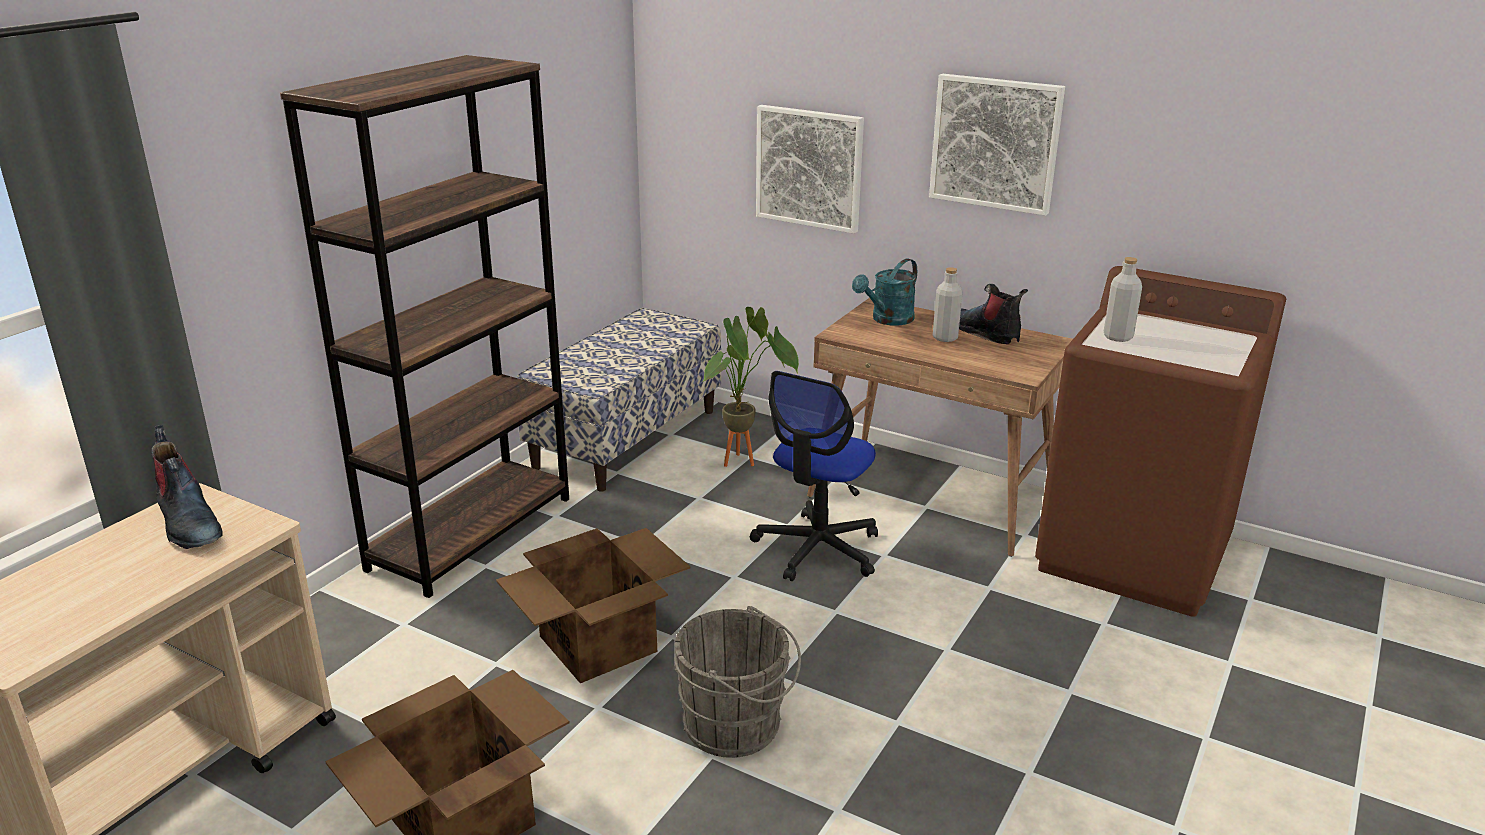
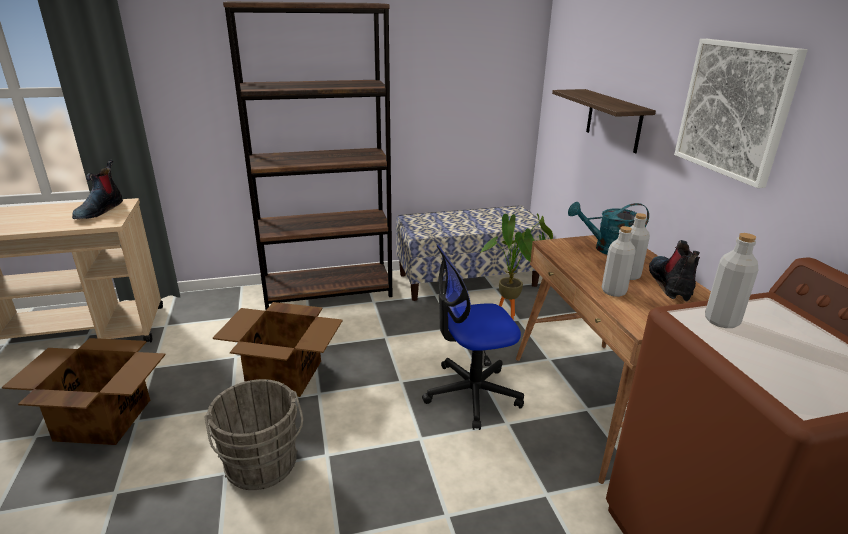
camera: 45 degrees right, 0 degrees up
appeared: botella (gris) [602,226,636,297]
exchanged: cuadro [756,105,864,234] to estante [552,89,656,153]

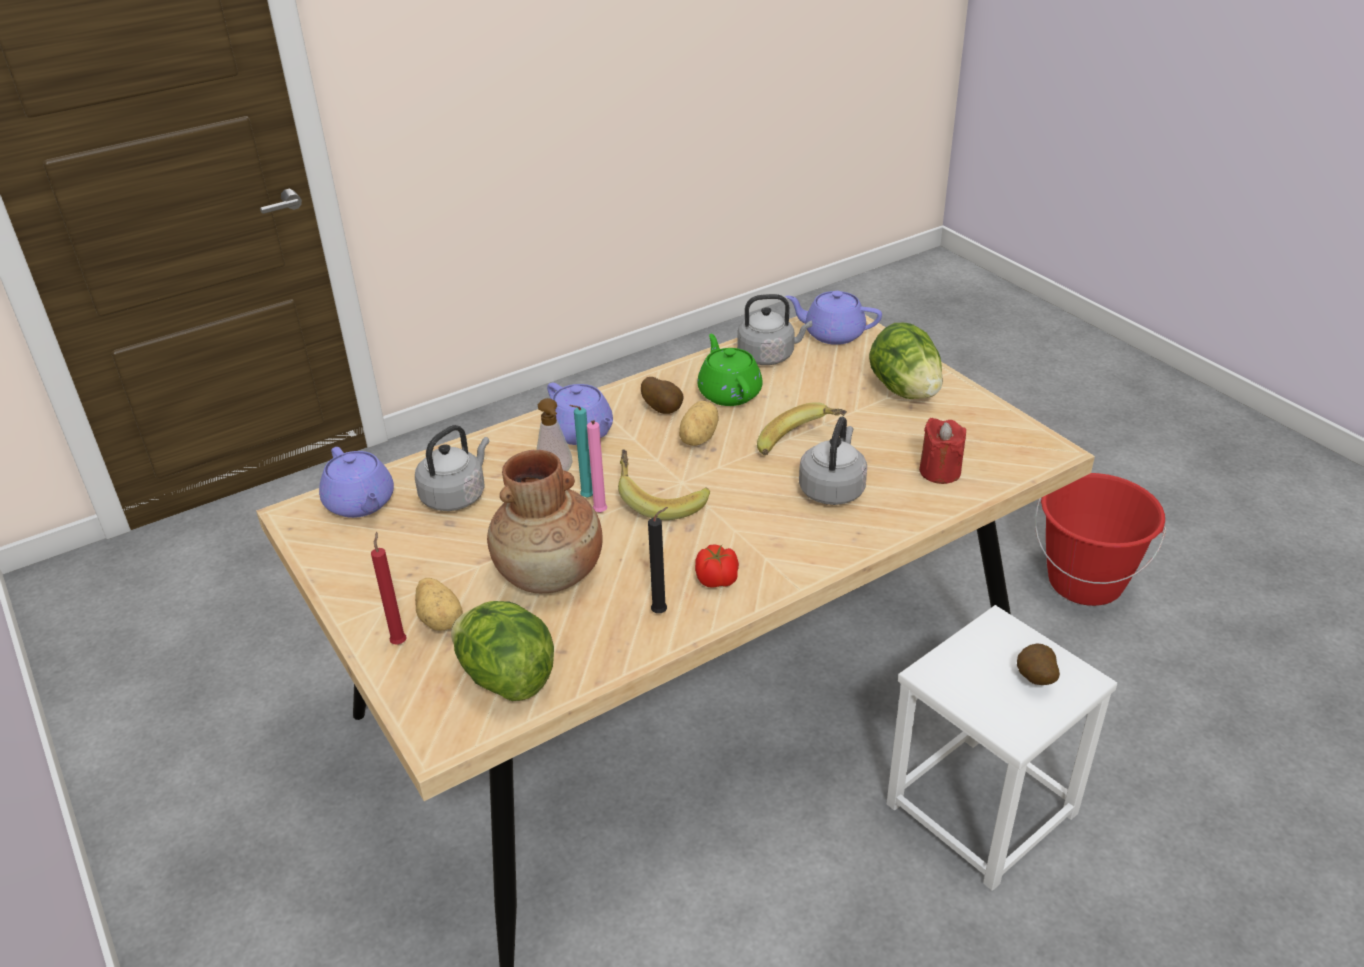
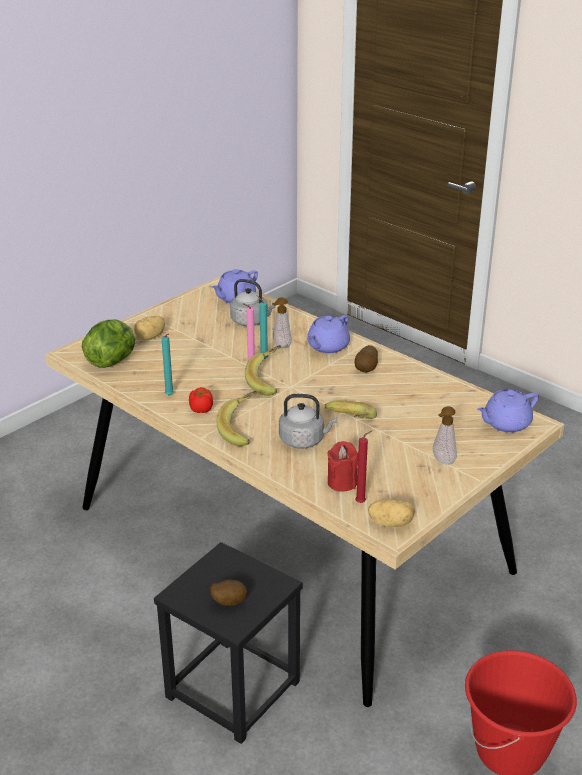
camera: 75 degrees right, 5 degrees down
missing: hervidor (gris) [737,294,812,365]; tetera (verde) [697,334,762,406]; florero (marrón) [487,450,603,593]
appeared: plátano [217,391,257,446]
relocated: patata [679,401,719,446] to [368,499,415,527]; vela (rojo) [371,532,406,645] to [355,431,372,503]
exchanged: lechuga [869,323,943,399] to dispensador de jabón [433,406,457,465]
colour: vela (negro) [648,507,668,613] to vela (turquesa) [161,334,174,396]; taburete (blanco) [886,605,1117,891] to taburete (negro) [154,542,303,744]
spun: tetera (morado) [785,291,882,345] = [477,389,539,433] 120 degrees counterclockwise

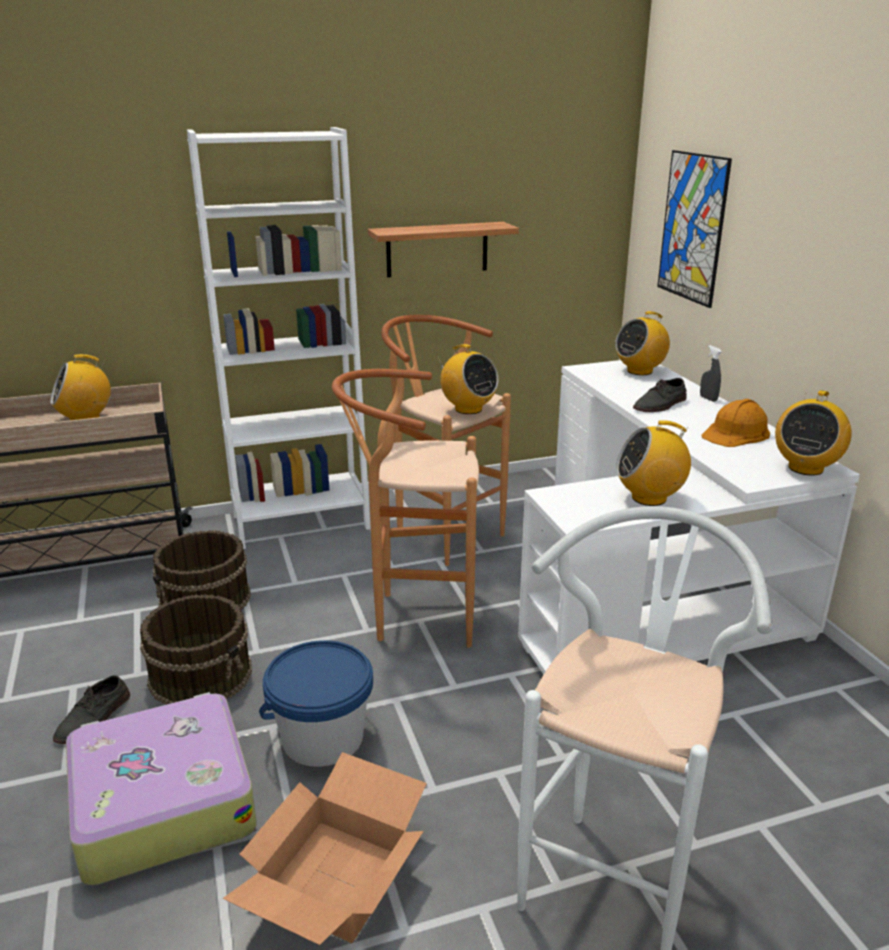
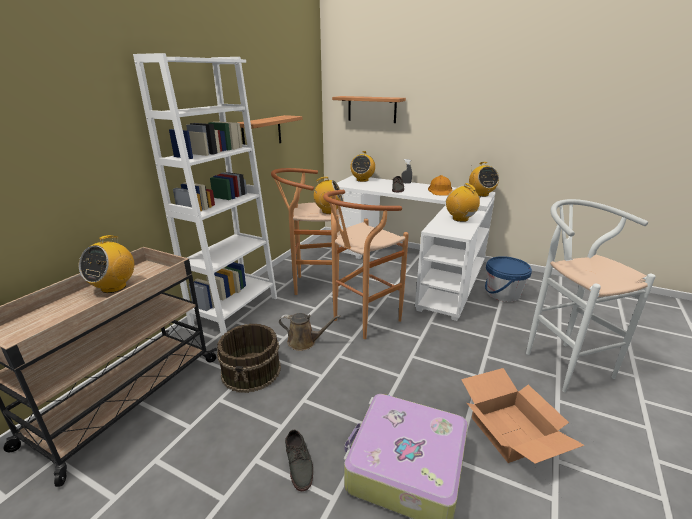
camera: 45 degrees left, 0 degrees up
missing: cubo (marrón) [140,594,252,705]
appeared: regadera (marrón) [279,313,340,351]
relocated: cubo (azul) [259,640,373,767] to [485,256,532,302]
exchanged: cuadro [657,150,732,308] to estante [332,96,406,123]
spun: radio [616,420,691,506] = [446,183,485,222] 105 degrees clockwise

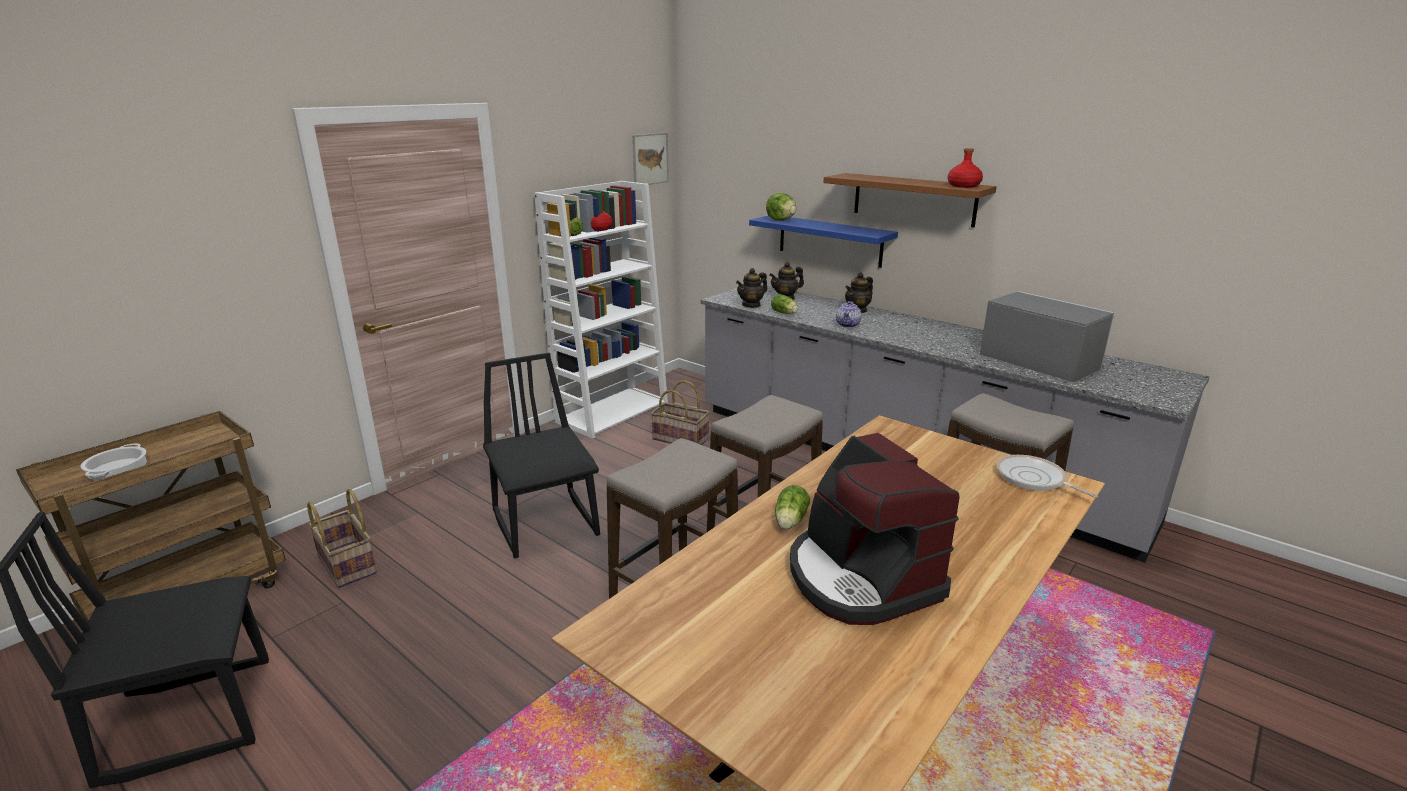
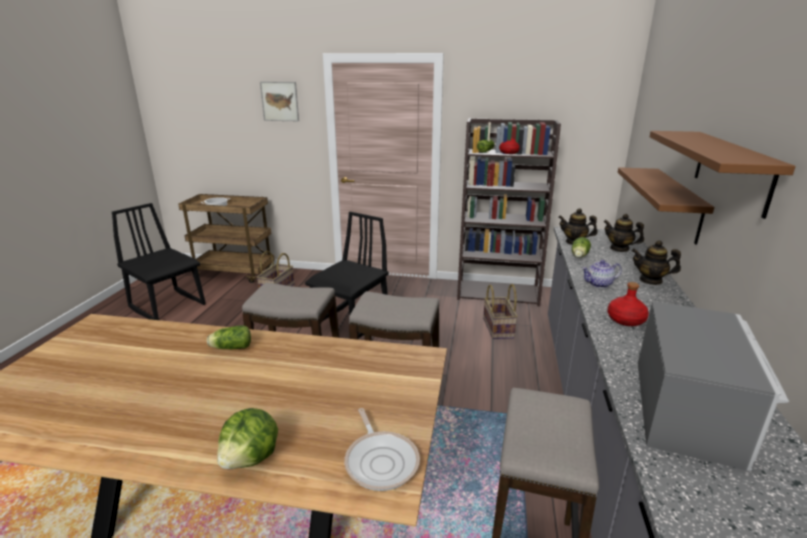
camera: 60 degrees right, 0 degrees up
missing: cafetera [790,433,960,625]
relocated: cuadro [632,133,669,185] to [260,82,299,121]; botella (rojo) [948,148,983,188] to [607,282,649,326]; lechuga [766,193,796,221] to [217,408,278,469]
colour: estantería (blanco) [534,181,668,439] to estantería (marrón) [457,118,561,306]; estante (azul) [749,216,898,268] to estante (marrón) [618,167,714,245]
spun: sartén [997,455,1098,498] = [344,408,420,491] 135 degrees clockwise

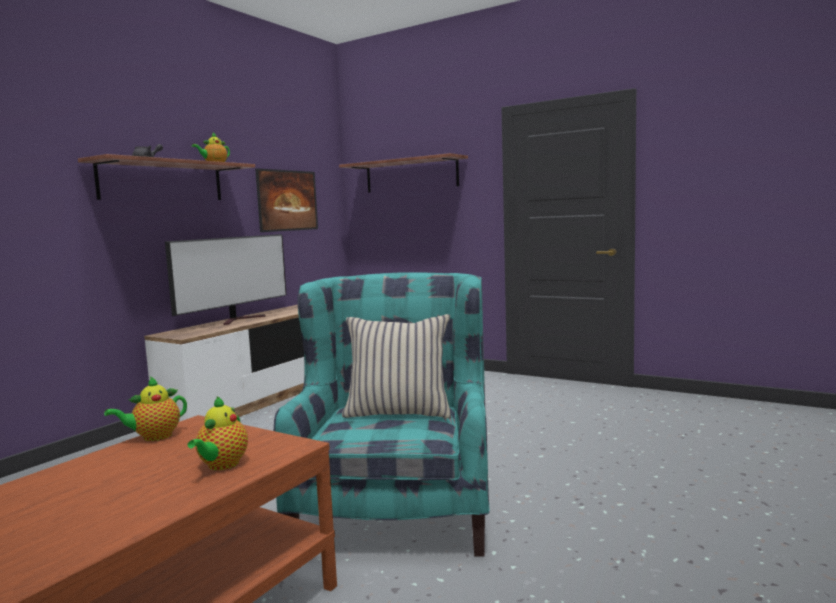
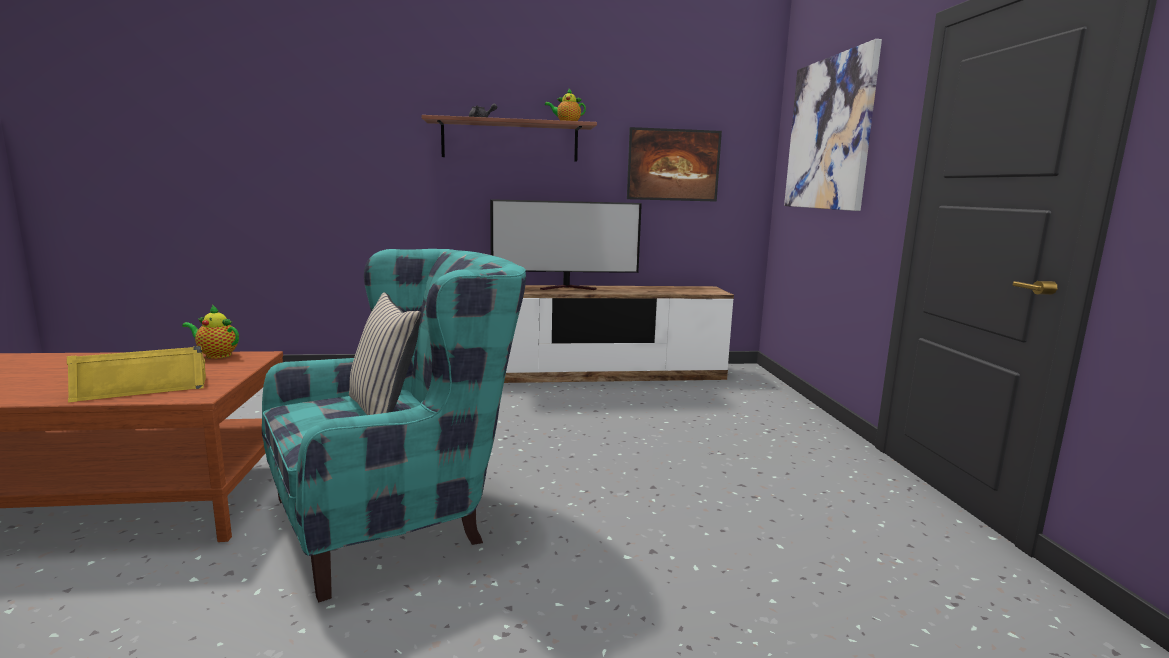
camera: 50 degrees right, 5 degrees up
exchanged: estante [339,153,468,193] to cuadro [784,39,882,211]; tetera [187,396,248,470] to altavoz (amarillo) [67,346,206,403]

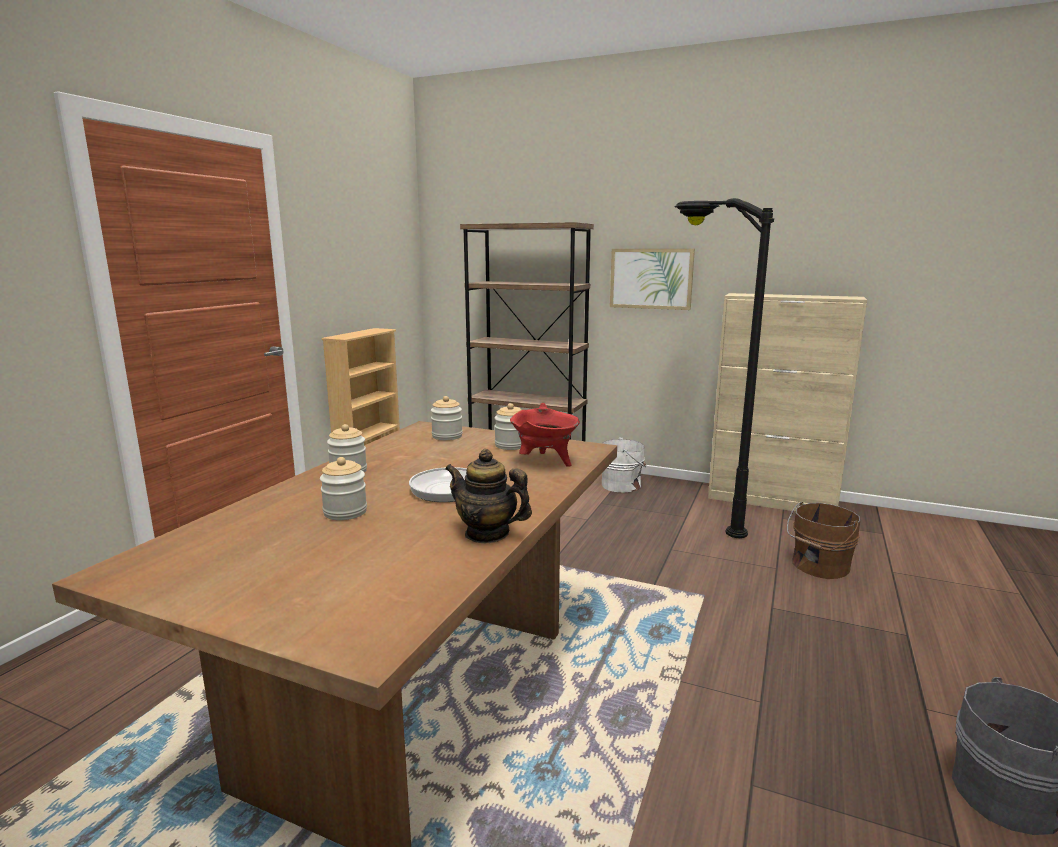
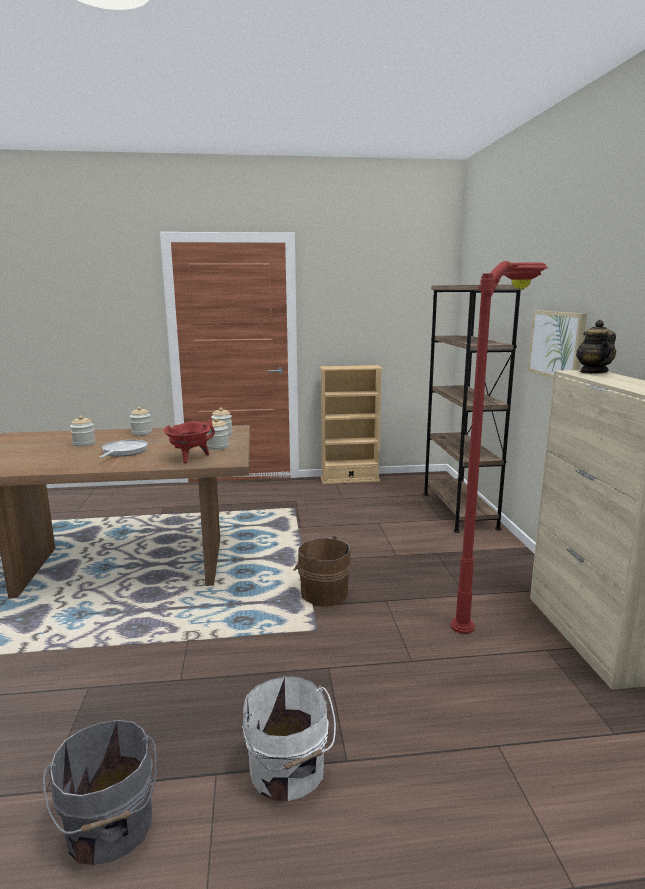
camera: 60 degrees right, 0 degrees up
relocated: cubo (blanco) [602,437,646,492] to [242,676,336,801]; tetera [445,449,532,543] to [576,320,616,374]; cubo (marrón) [787,502,860,579] to [293,536,351,607]
colour: lámpara de pie (negro) [675,198,774,538] to lámpara de pie (rojo) [451,261,548,634]

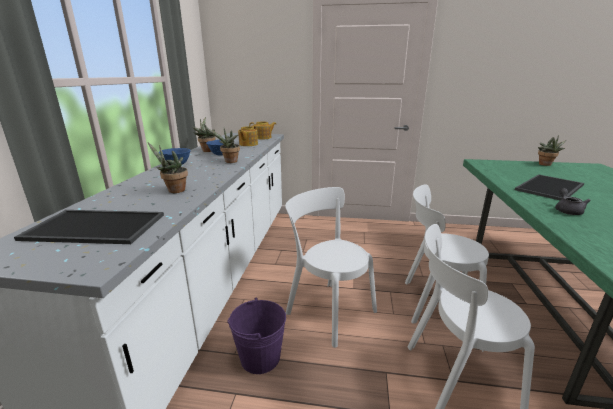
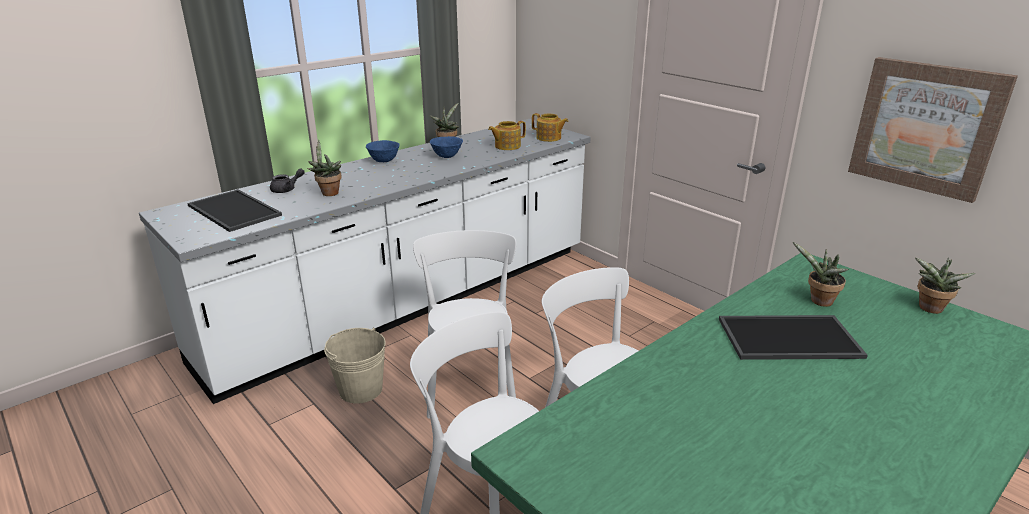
camera: 40 degrees right, 5 degrees up
appeared: cuadro [848,57,1018,203]
relocated: planta en maceta [205,128,240,163] to [793,242,849,307]; tetera (gris) [555,188,591,215] to [270,168,305,193]
colour: cubo (morado) [227,298,286,374] to cubo (beis) [324,328,386,404]

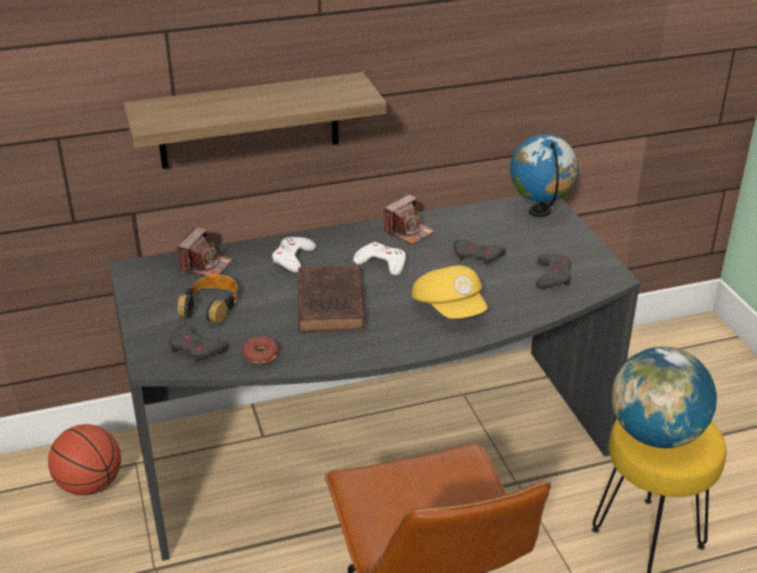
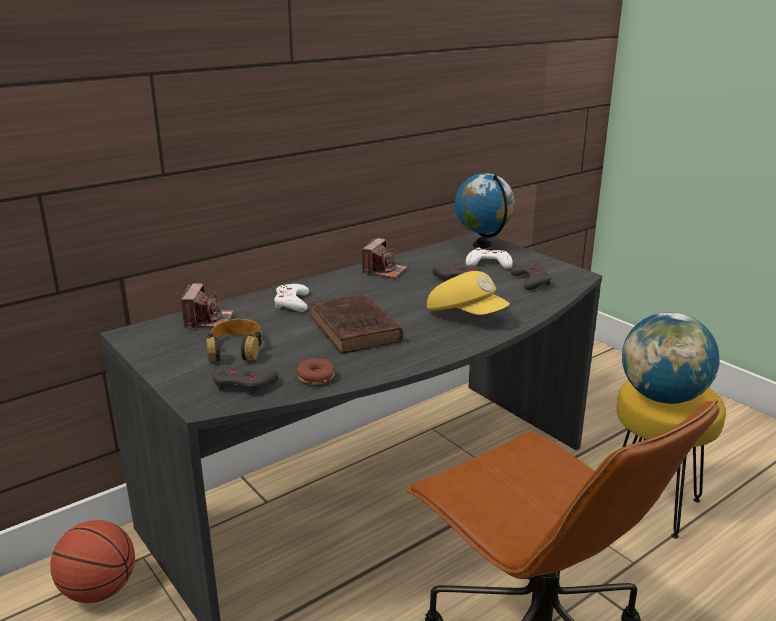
camera: 20 degrees left, 10 degrees down
missing: estante [123,72,387,169]
relocated: mando de consola (blanco) [353,242,406,276] to [466,248,513,269]

